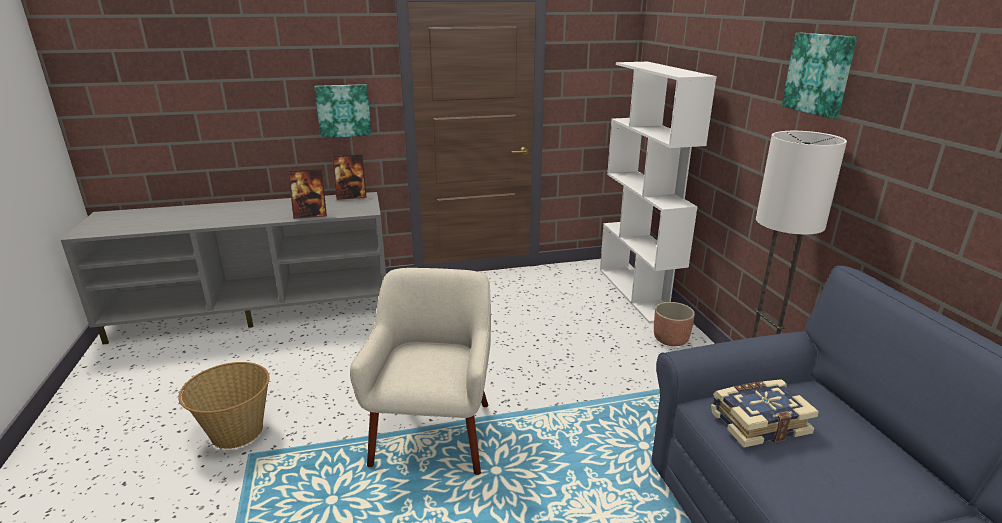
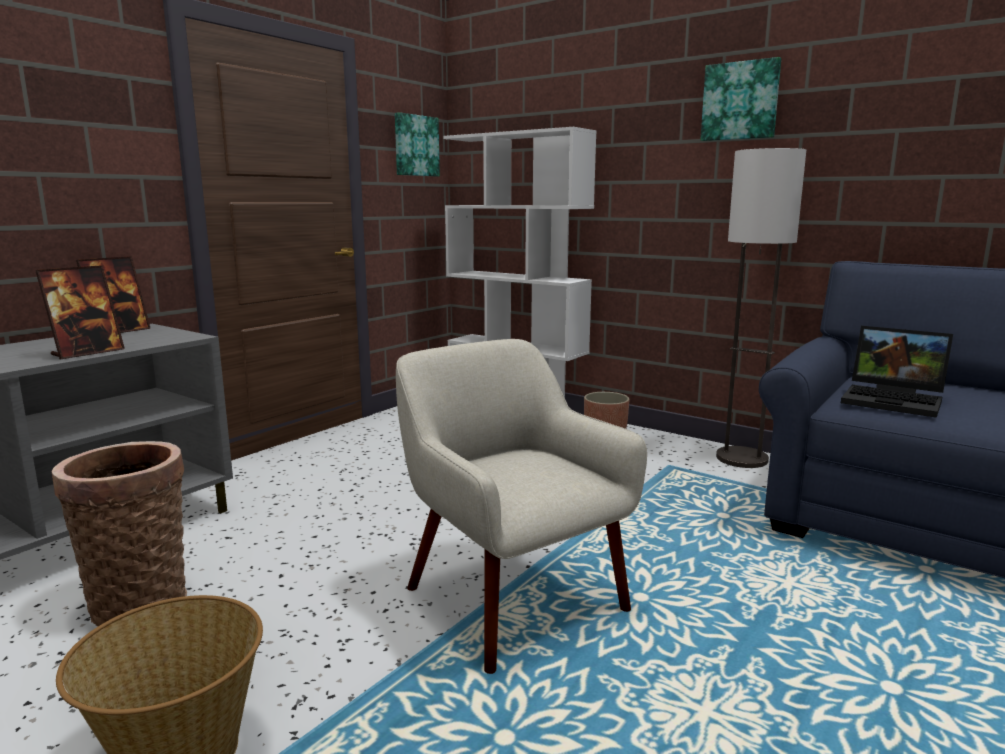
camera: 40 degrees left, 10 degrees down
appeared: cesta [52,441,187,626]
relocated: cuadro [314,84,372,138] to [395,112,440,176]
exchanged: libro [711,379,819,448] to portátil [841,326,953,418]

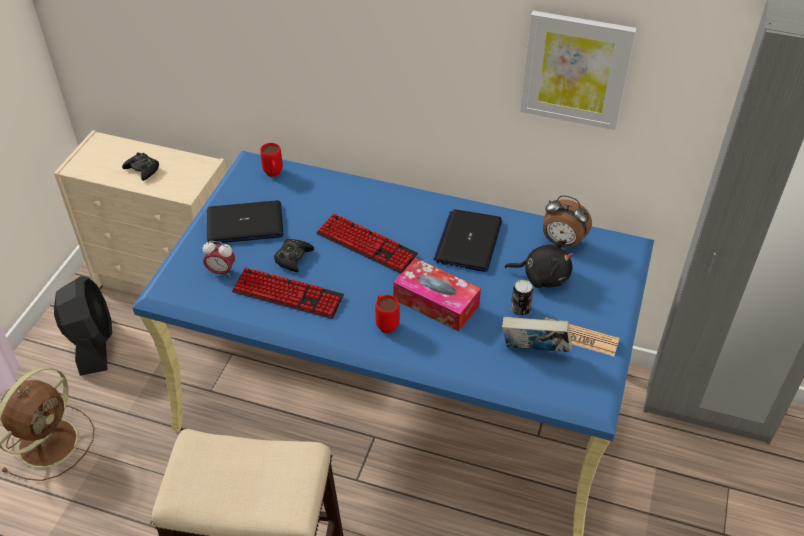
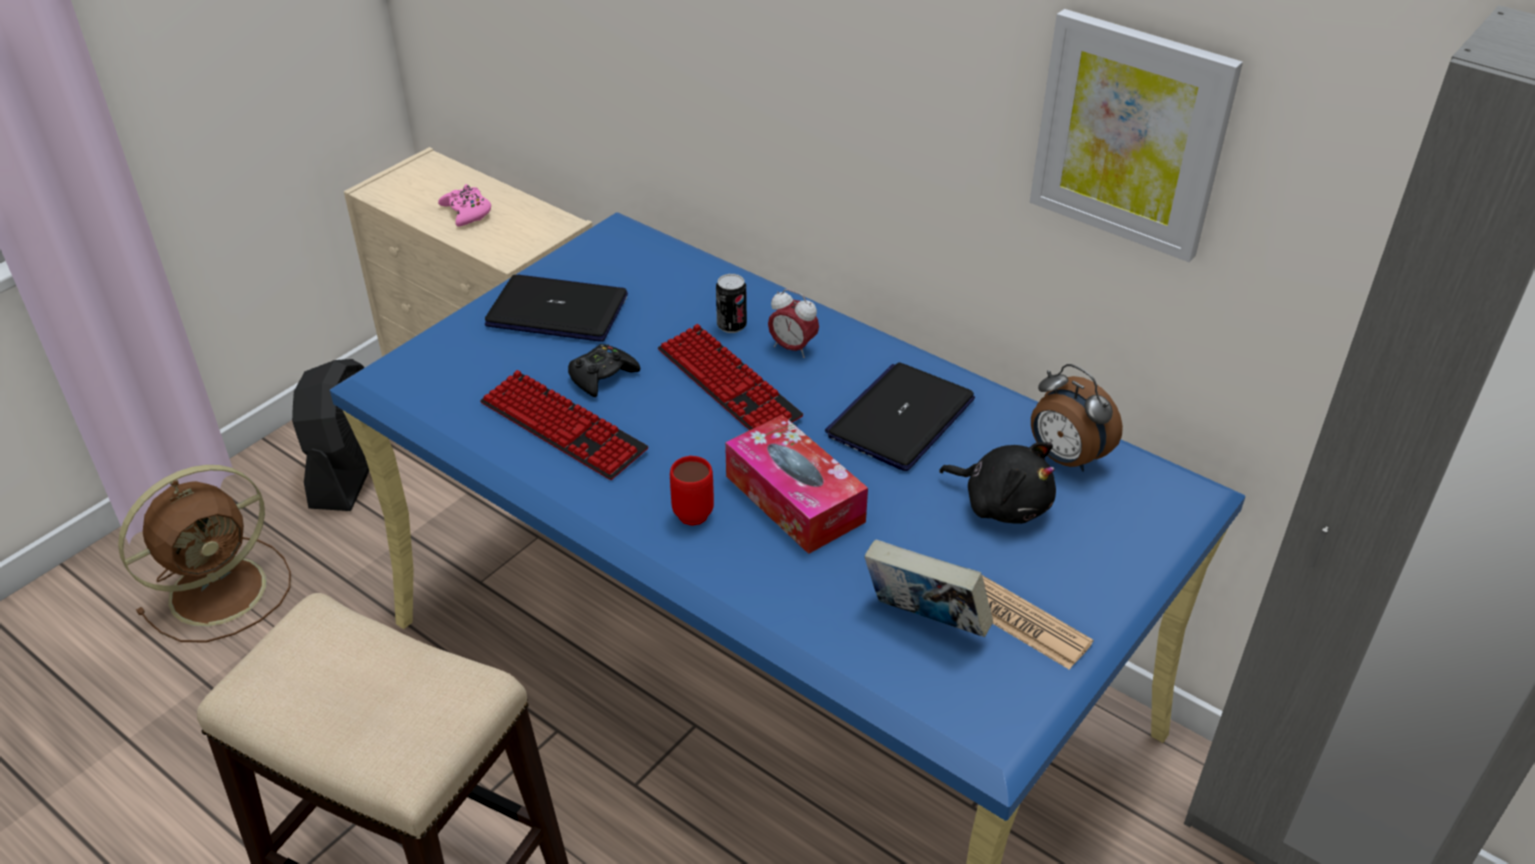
camera: 20 degrees right, 5 degrees down
missing: taza grande (rojo) [260,143,283,177]
relocated: despertador [202,241,235,277] to [768,289,819,358]; lata [511,280,533,316] to [716,274,747,333]
colour: mando de consola (negro) [122,152,159,181] to mando de consola (rosa) [438,184,491,226]

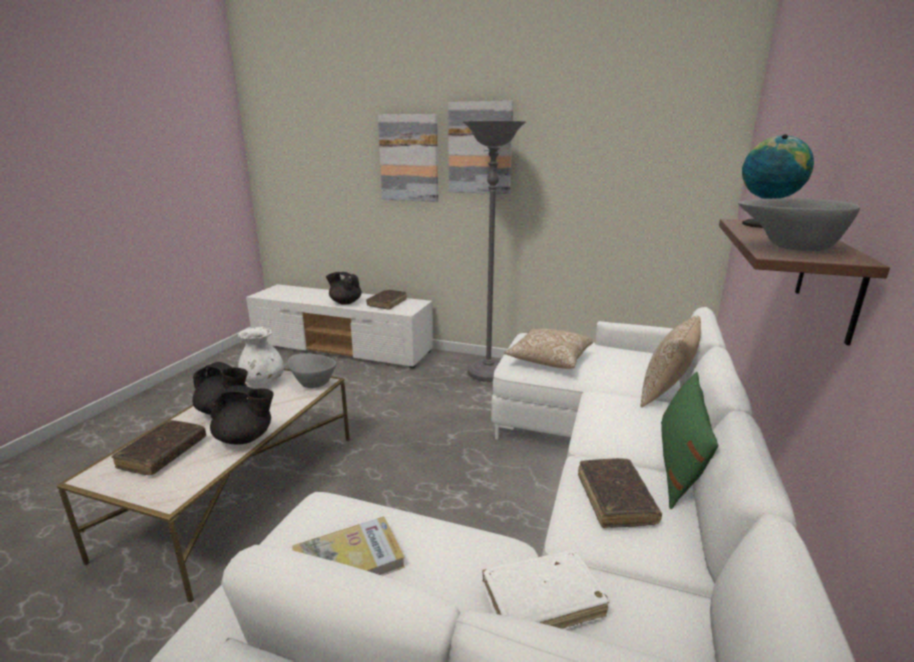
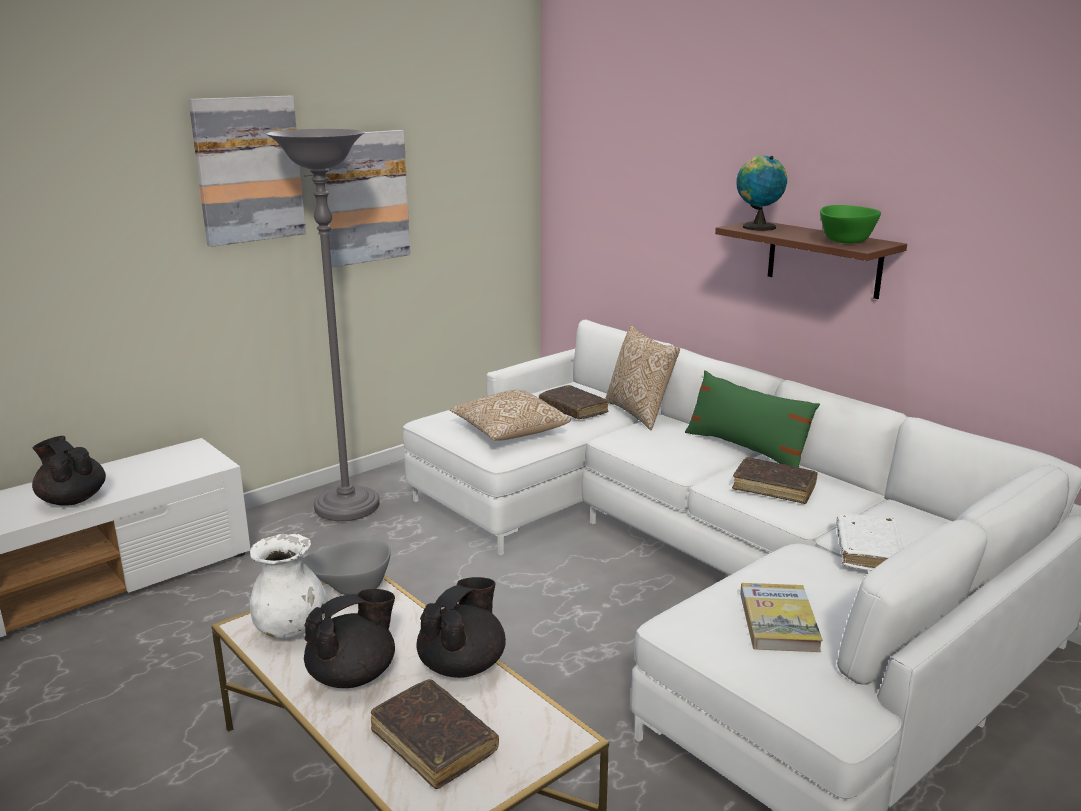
camera: 60 degrees left, 0 degrees up
relocated: cuadro [378,114,438,202] to [325,130,410,268]; libro (marrón) [367,290,407,310] to [539,385,608,419]
colour: cuenco (gris) [738,198,860,251] to cuenco (verde) [820,205,881,244]
spun: tetera (negro) [326,272,362,305] = [32,436,106,506] 75 degrees clockwise

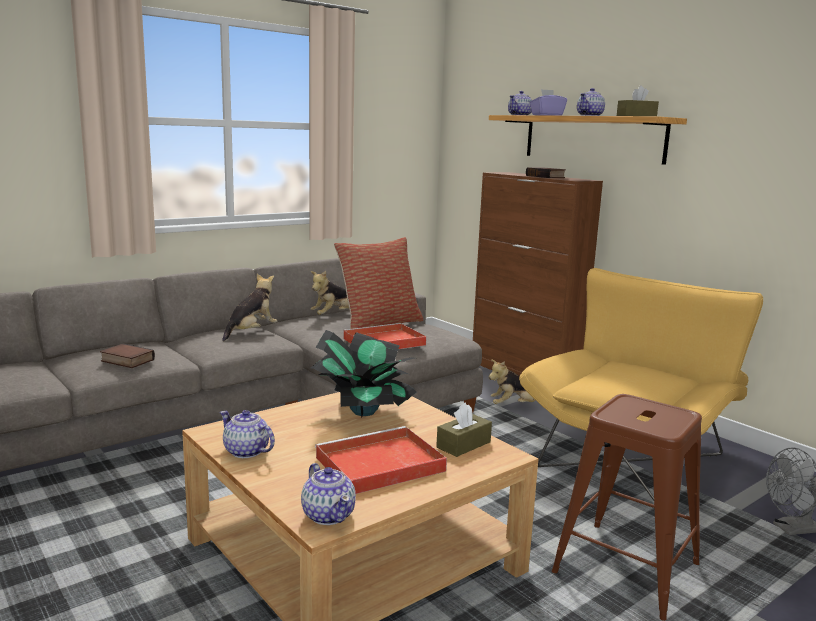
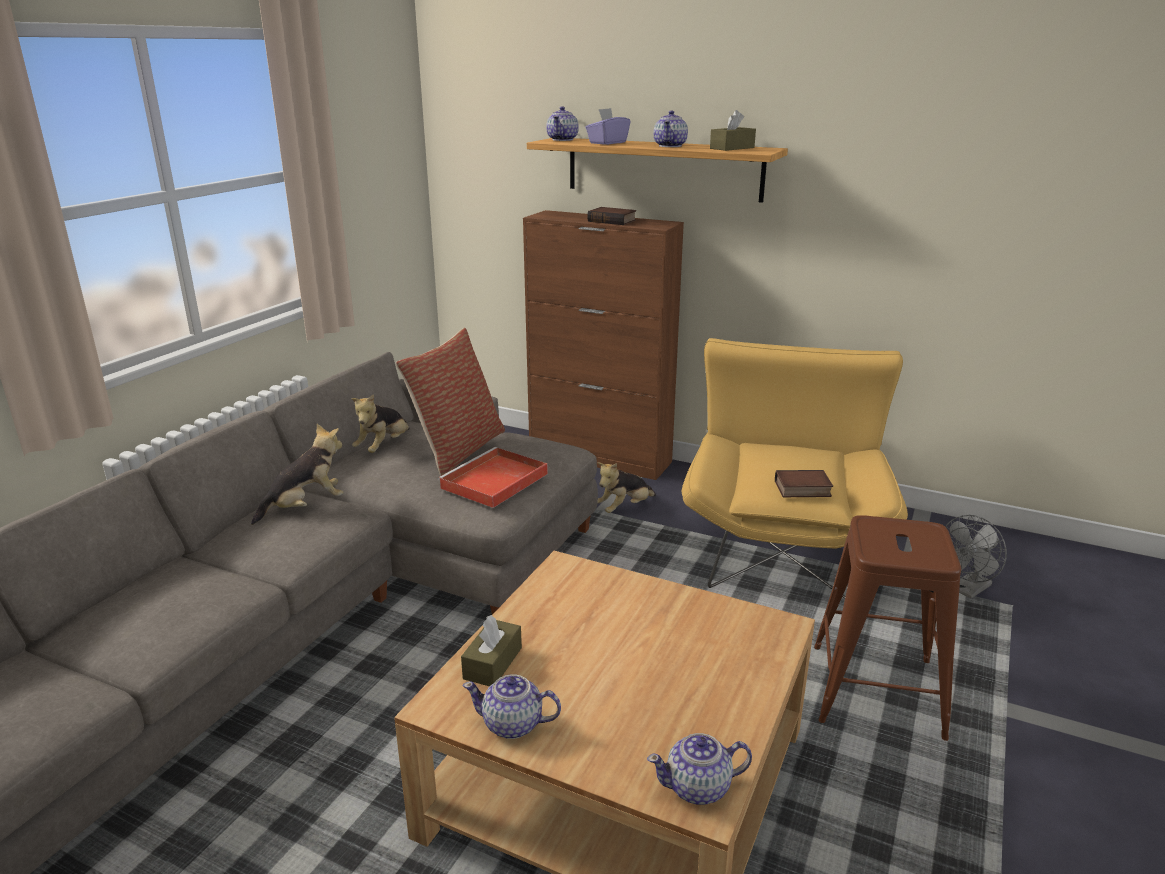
camera: 25 degrees left, 10 degrees up
missing: planta en maceta [311,330,417,418]; bandeja (rojo) [315,426,447,494]
relocated: libro [100,344,155,368] to [775,470,833,497]; caja de pañuelos (marrón) [436,402,492,457] to [461,615,522,686]
spun: peluche [222,274,277,342] = [251,424,344,525] 45 degrees clockwise; tetera [301,463,356,525] = [647,733,752,805] 135 degrees clockwise

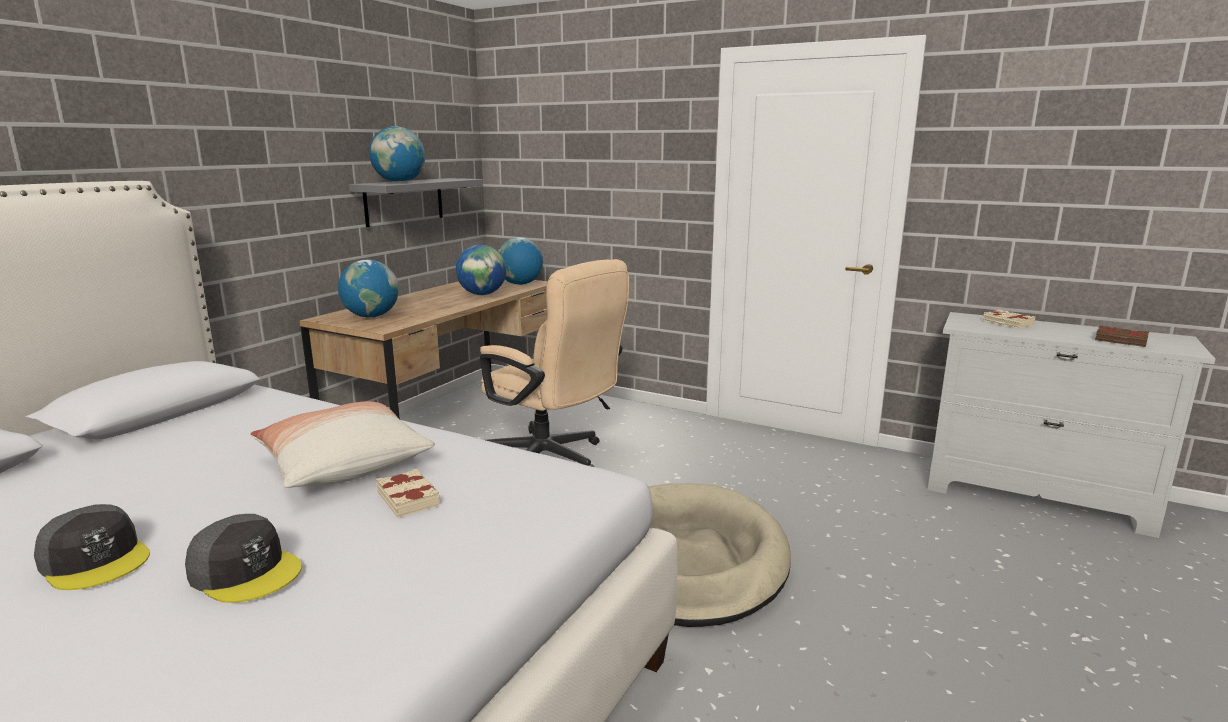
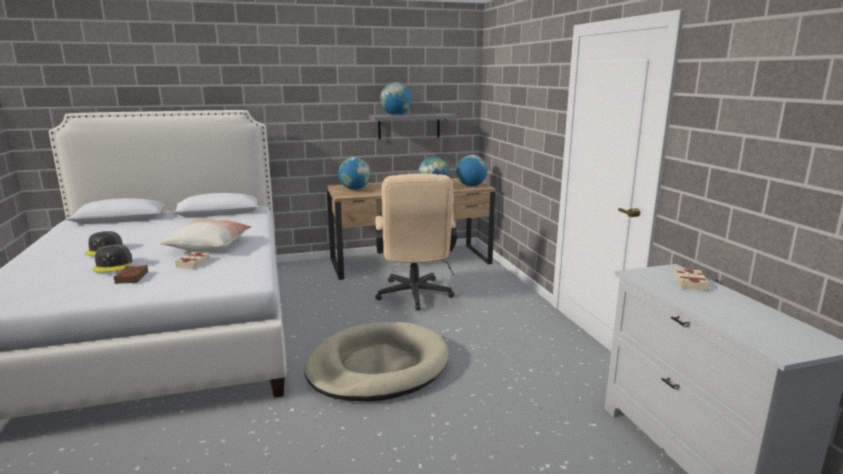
camera: 45 degrees right, 0 degrees up
relocated: libro (marrón) [1095,325,1149,347] to [114,265,148,284]

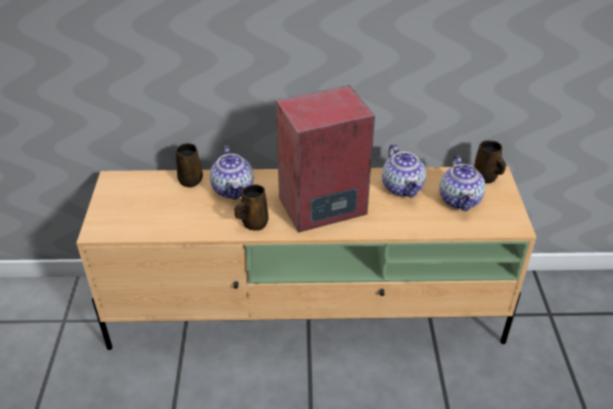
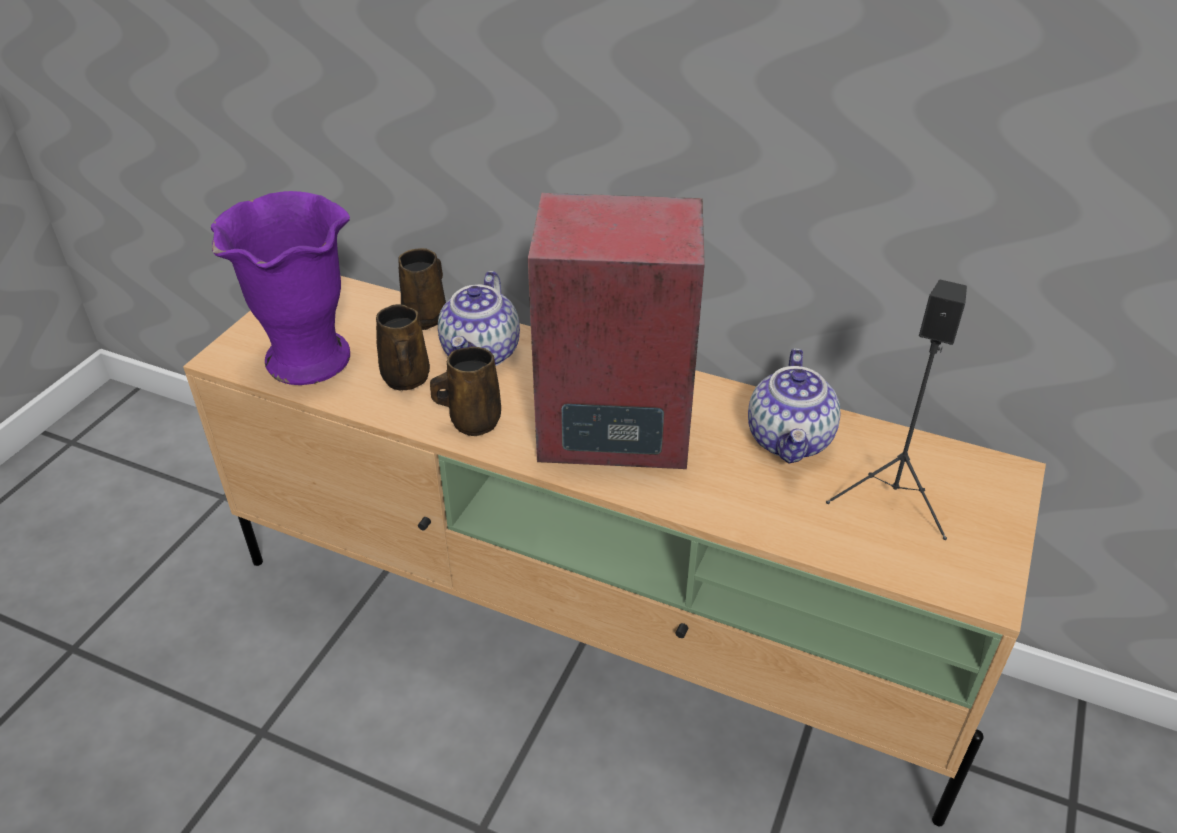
camera: 25 degrees right, 0 degrees up
appeared: florero (morado) [211,191,350,385]
relocated: taza grande (marrón) [474,140,506,184] to [376,304,430,390]
exchanged: tetera [439,155,485,211] to altavoz (negro) [826,279,967,540]

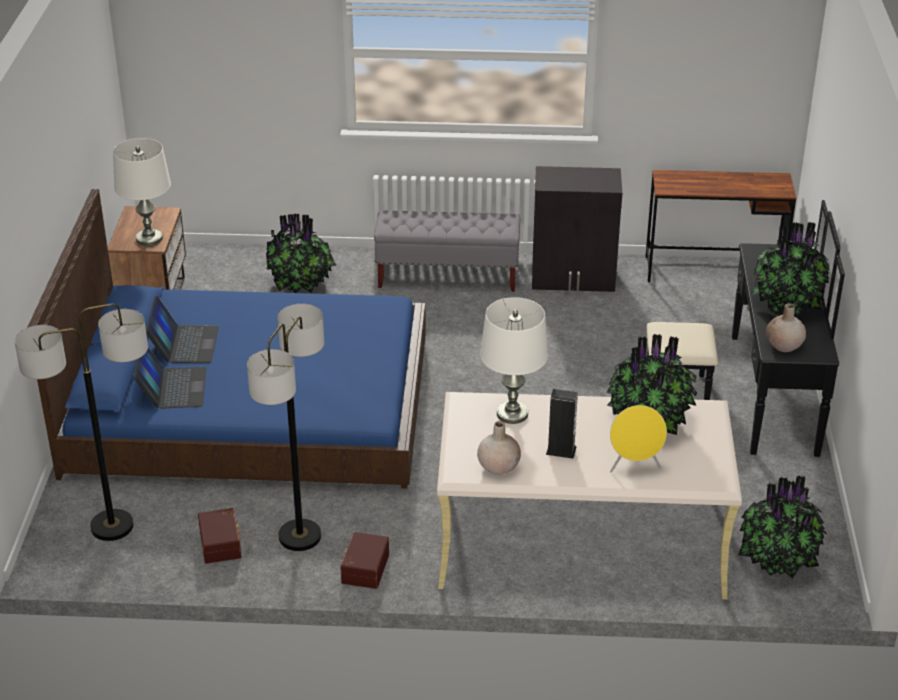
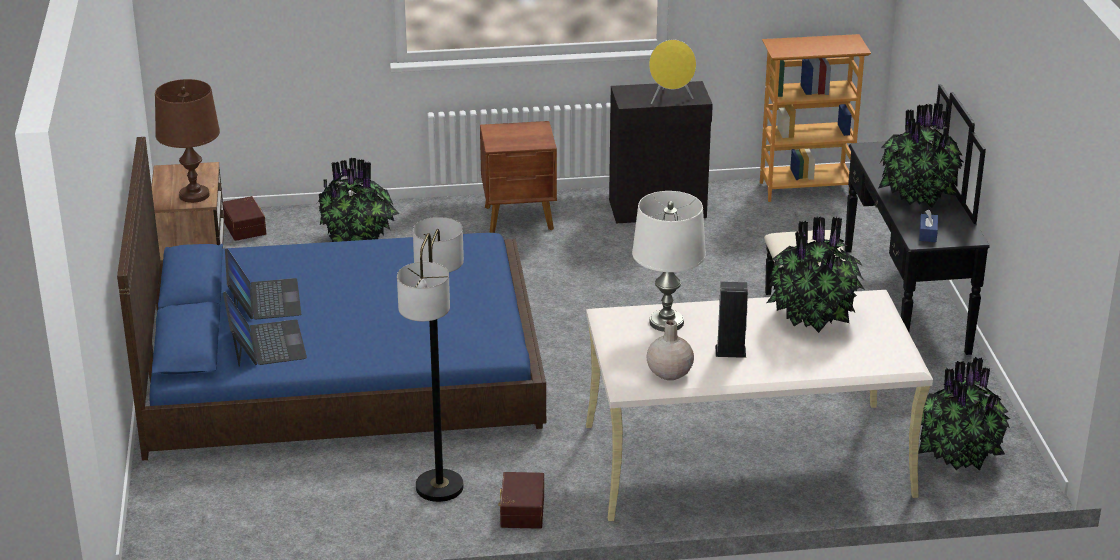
camera: 10 degrees left, 5 degrees down
missing: lámpara de pie [14,304,148,541]
relocated: altavoz (amarillo) [610,405,667,472] to [649,39,696,104]; caja de almacenaje (marrón) [198,508,242,564] to [223,196,266,241]
exchanged: escritorio (marrón) [645,170,796,282] to estantería [760,34,871,202]; banco (gris) [374,211,520,292] to mesita de noche (marrón) [480,121,557,233]; florero (beis) [766,303,806,352] to caja de pañuelos (azul) [919,210,938,242]
colour: lámpara de mesa (blanco) [113,138,171,246] to lámpara de mesa (marrón) [155,79,220,203]

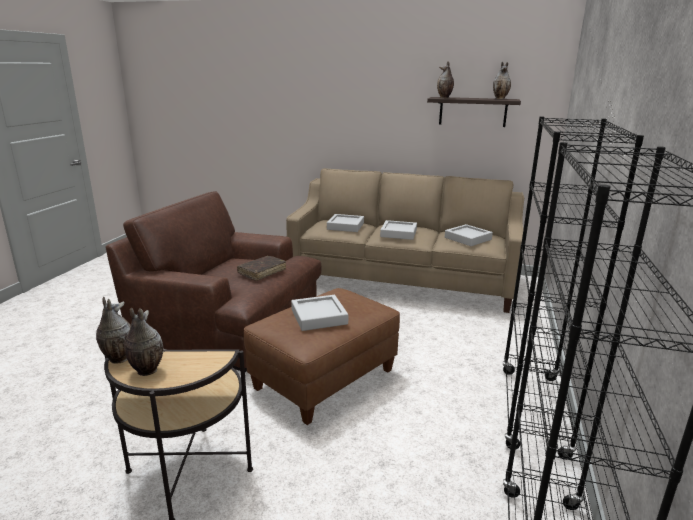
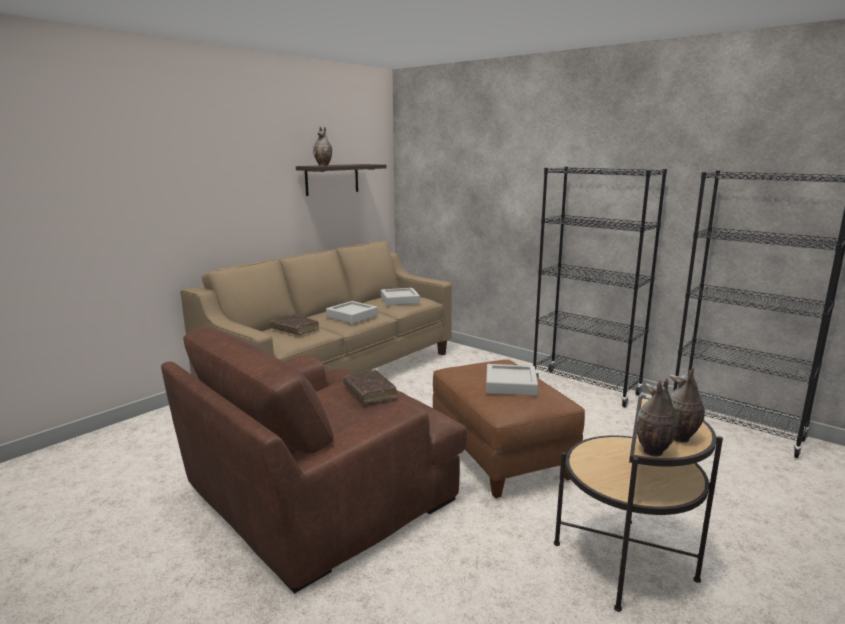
camera: 65 degrees left, 5 degrees down
missing: florero [493,62,511,99]
exchanged: bandeja (gris) [327,214,364,232] to libro (marrón) [270,314,319,335]

